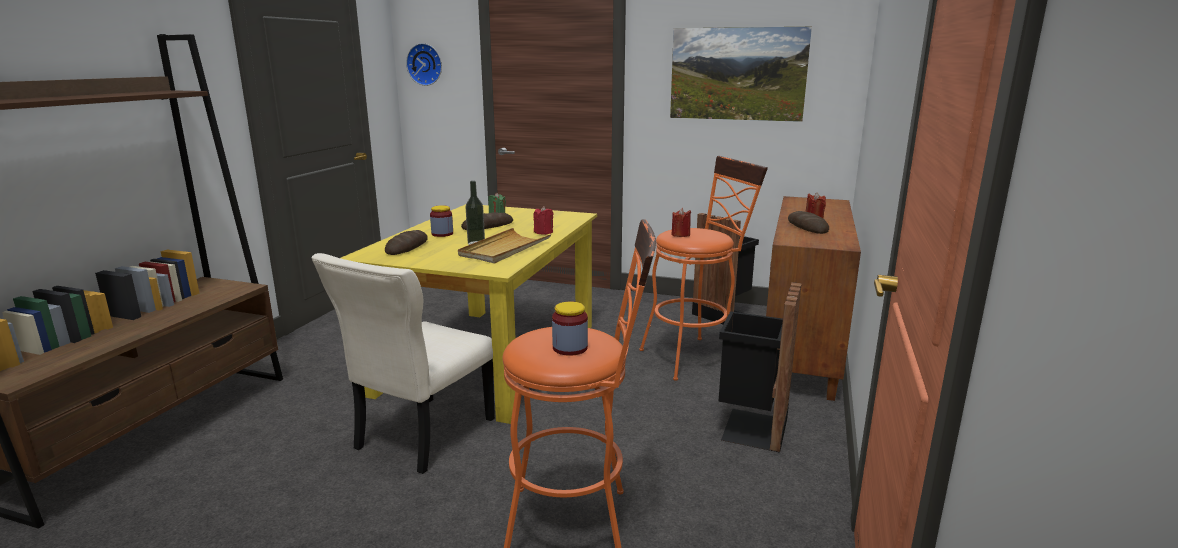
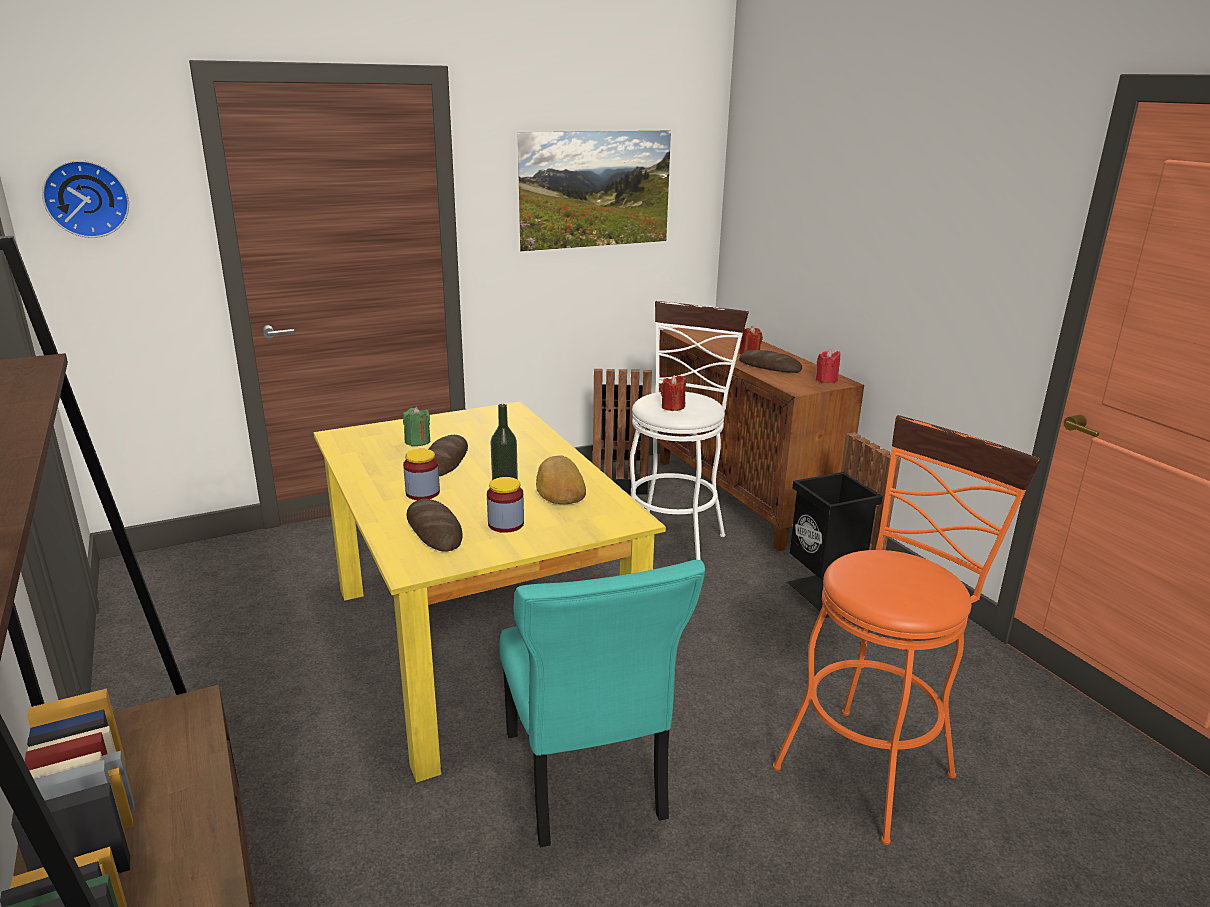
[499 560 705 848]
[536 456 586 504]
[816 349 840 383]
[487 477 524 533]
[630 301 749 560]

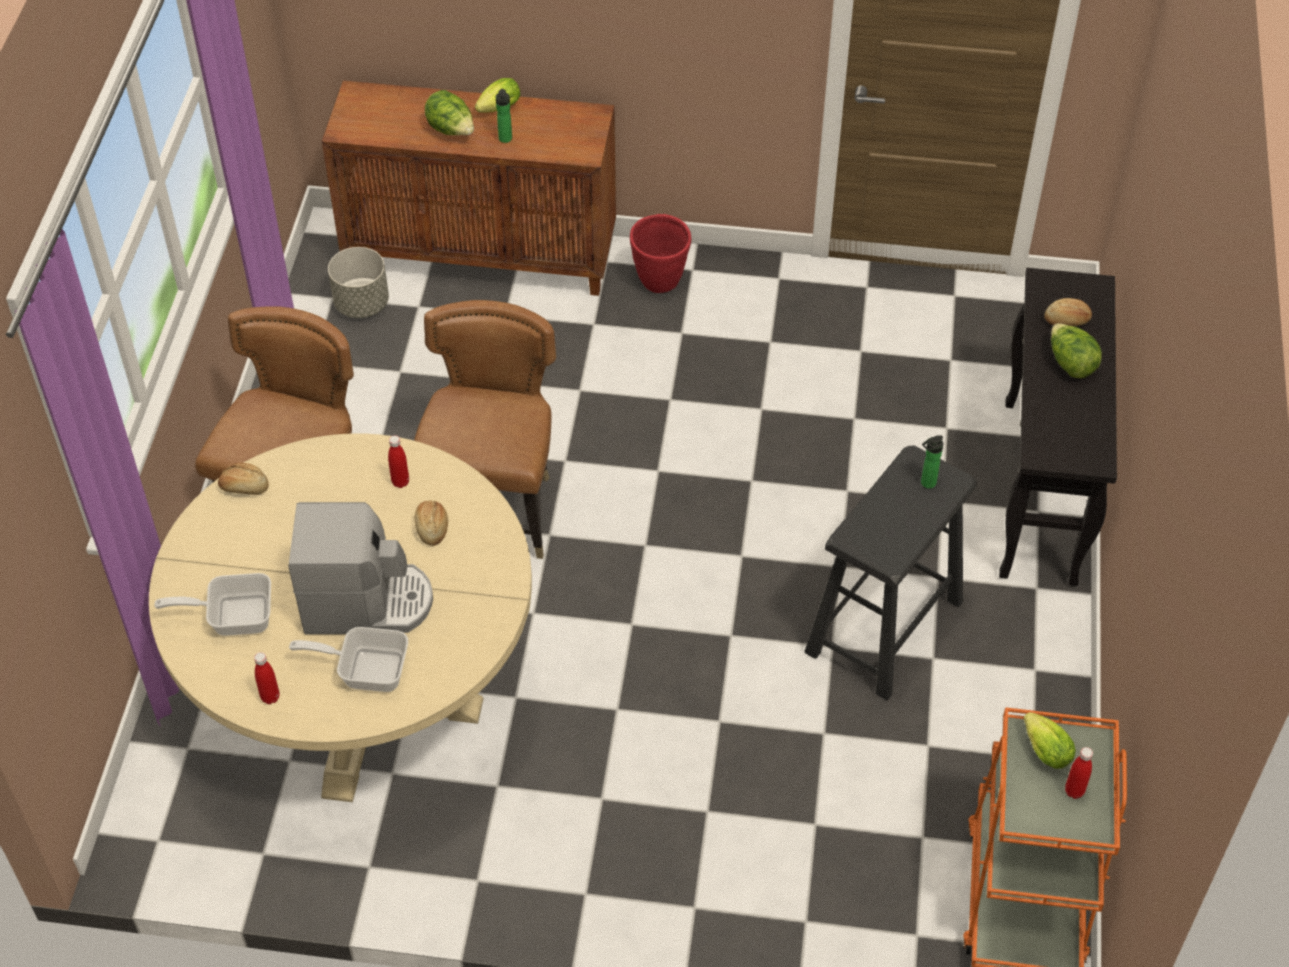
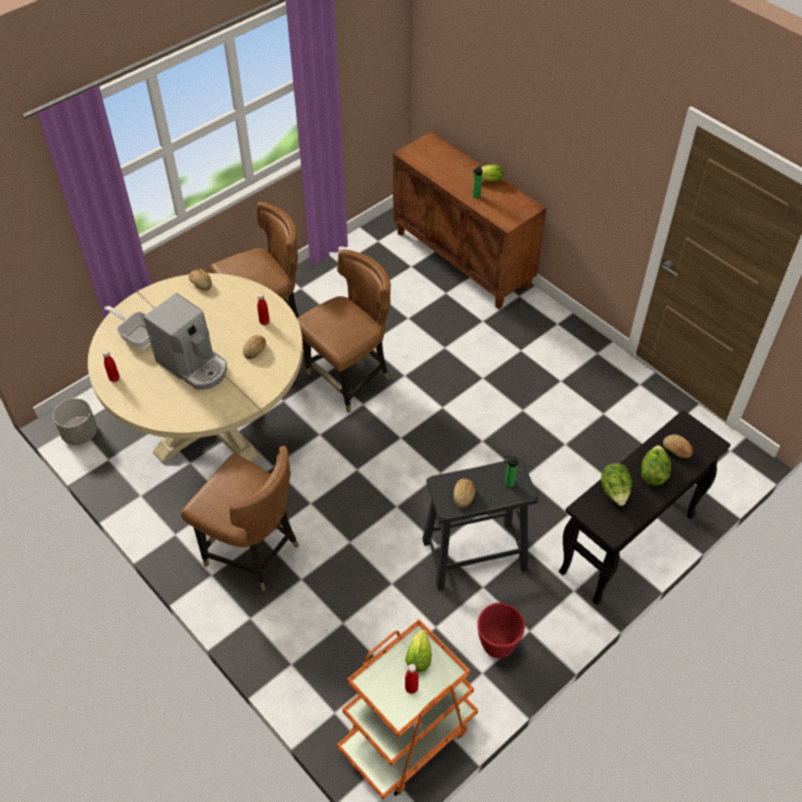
[289 627 408 692] (first image)
[53 398 97 445]
[601 463 632 506]
[477 603 525 659]
[181 446 299 591]
[454 478 475 508]

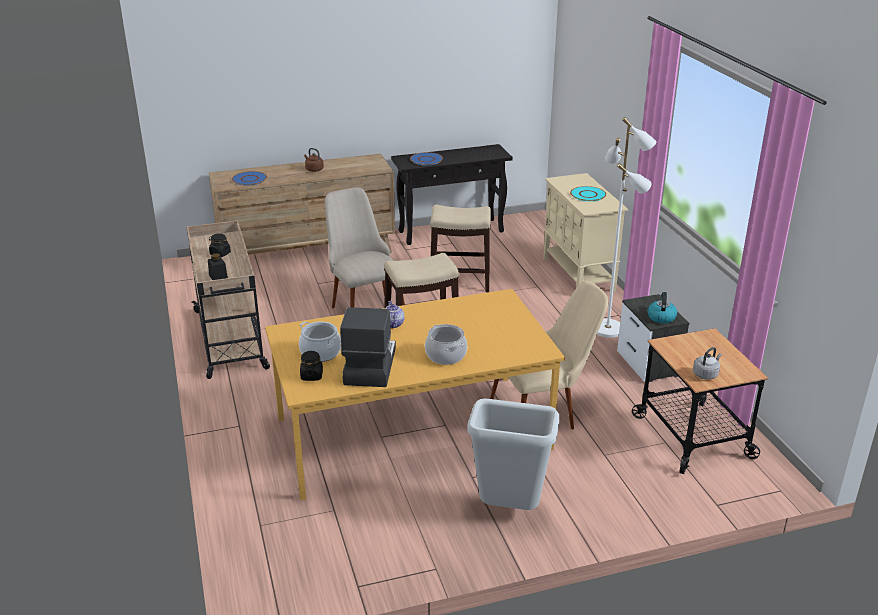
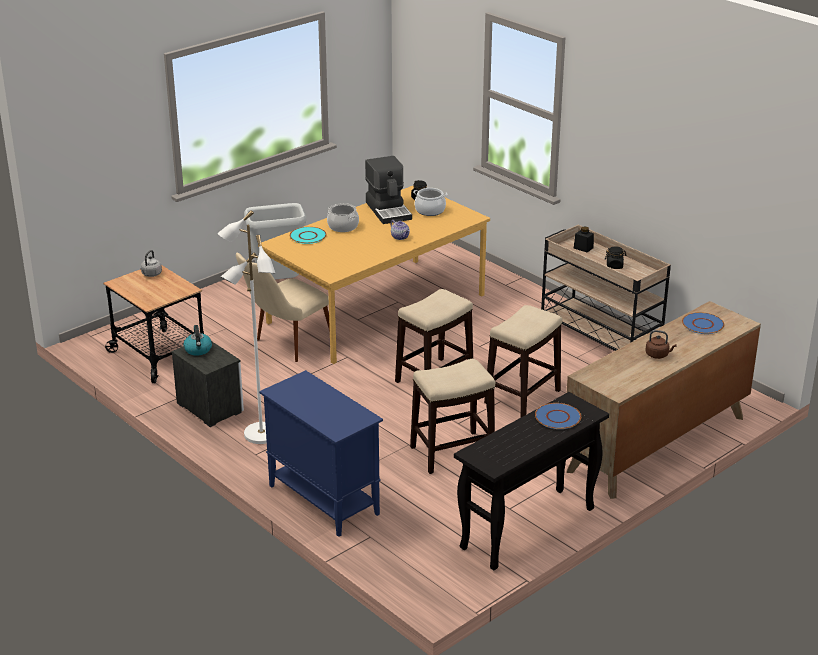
[484 305 562 418]
[259 370 383 537]
[290 227 327 244]

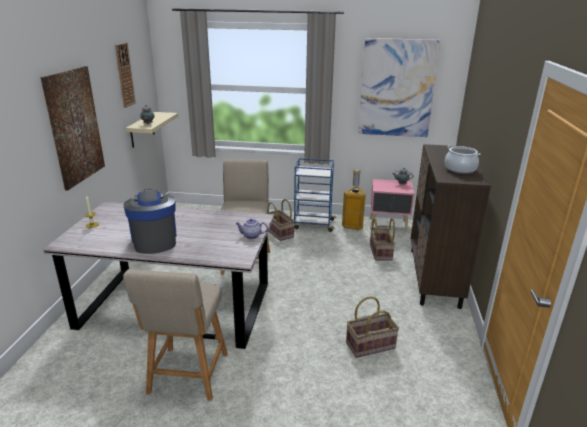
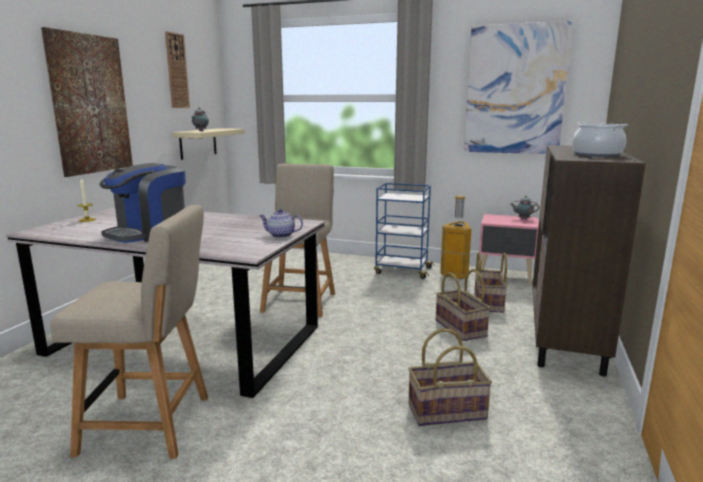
[50 205 208 459]
[99 163 186 243]
[436 269 491 341]

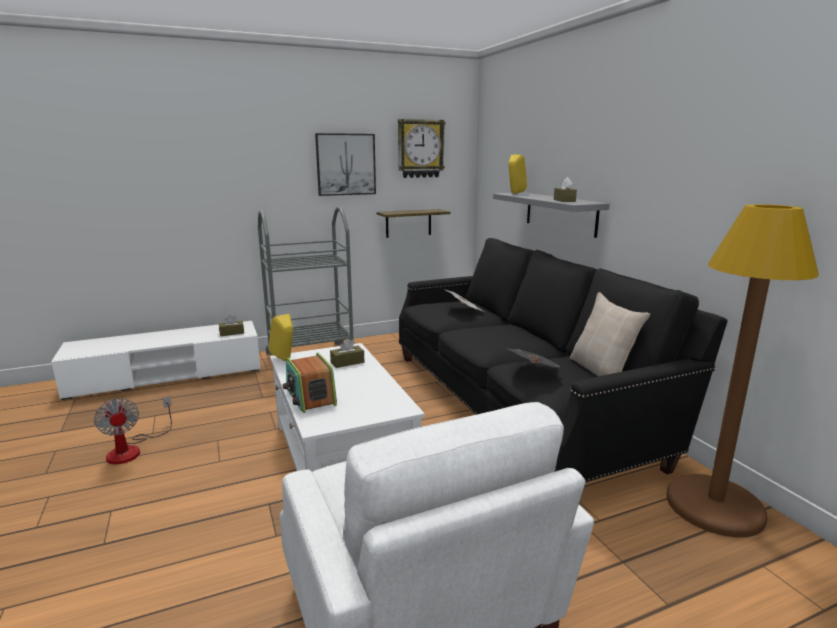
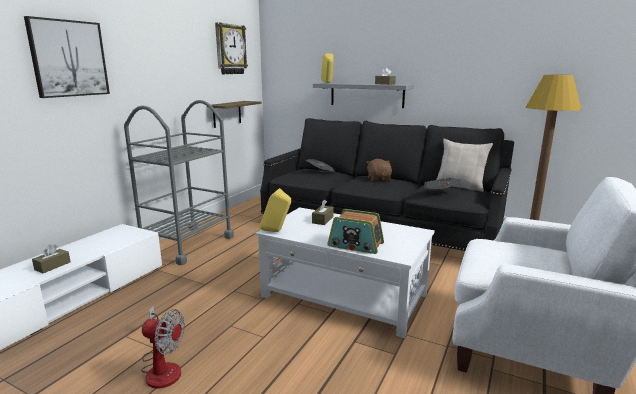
[32 244 71 273]
[24 16 110 98]
[366 159 392 182]

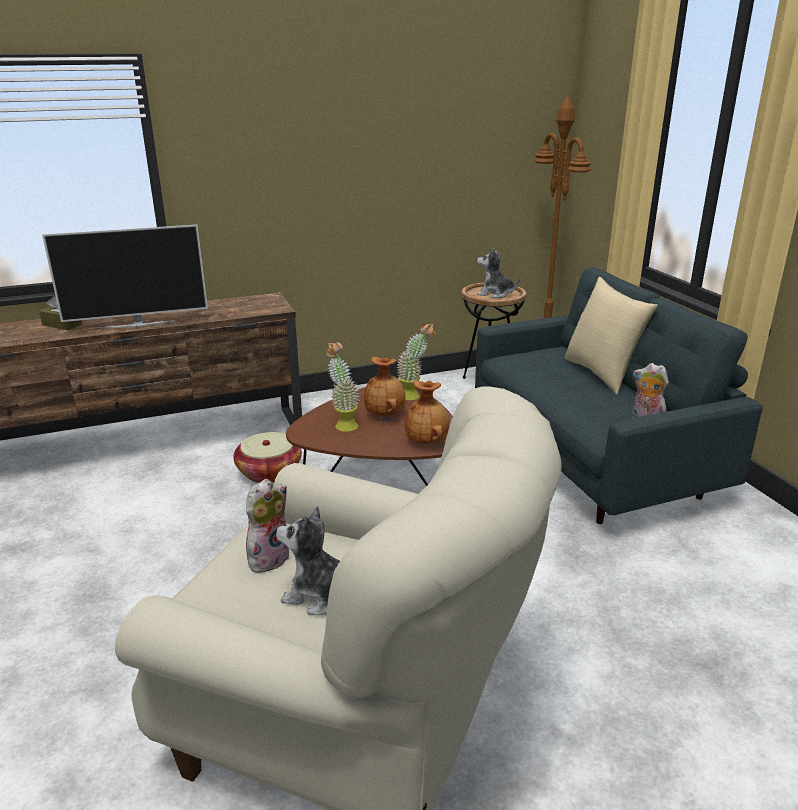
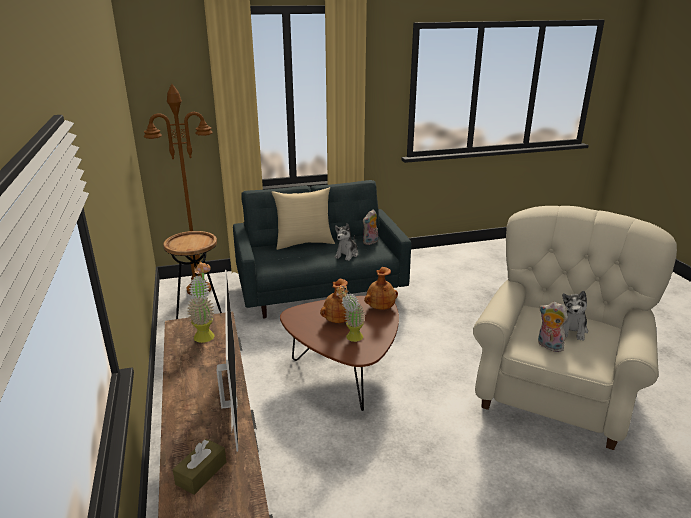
[233 432 302 483] (first image)
[188 261 215 343]
[335 223 358 261]

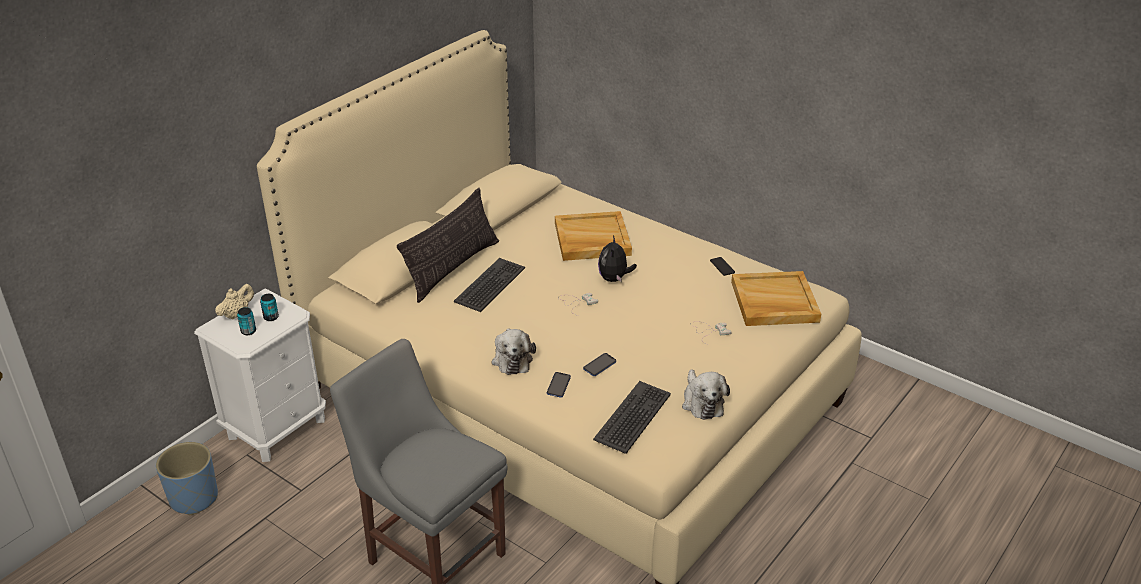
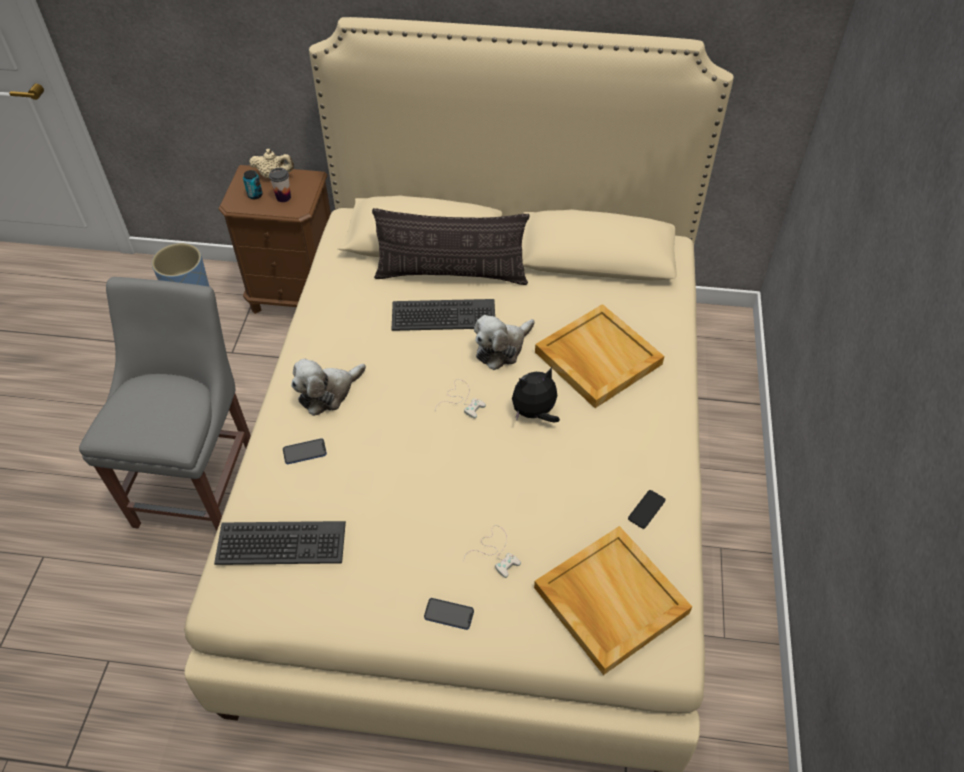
[219 165 331 314]
[269 168 291 202]
[424 598 474 630]
[474 315 535 370]

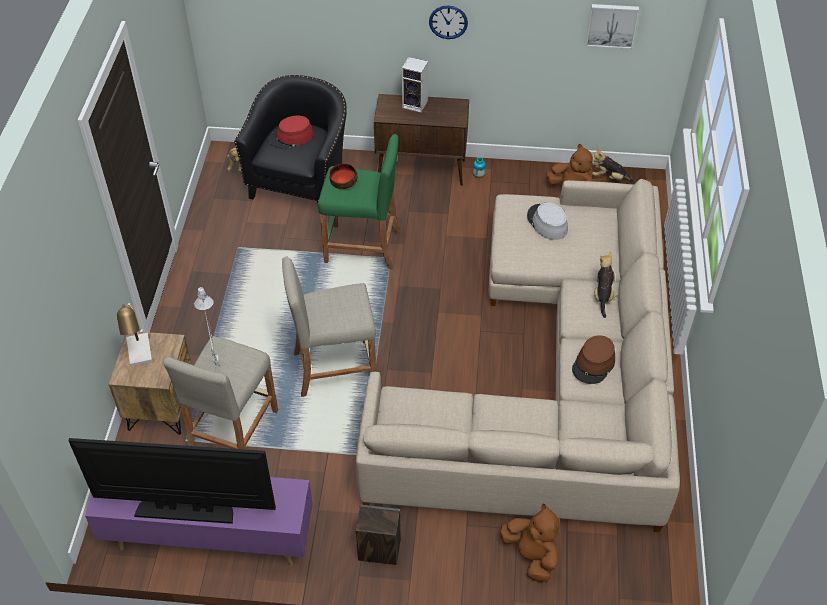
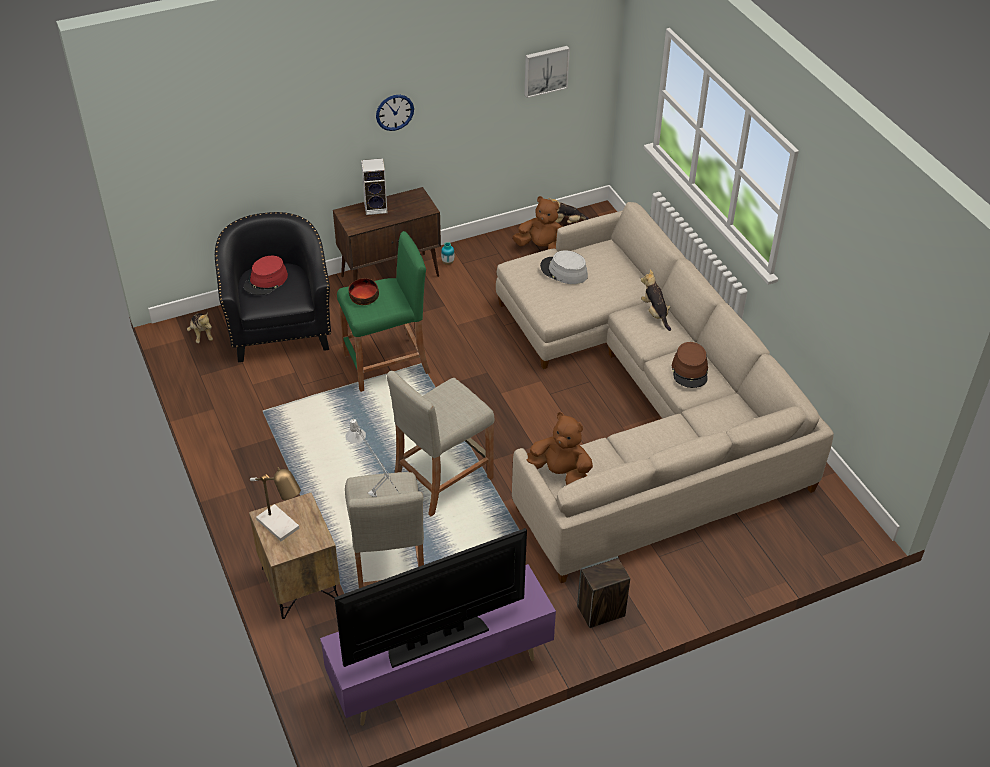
[527 412 593 485]

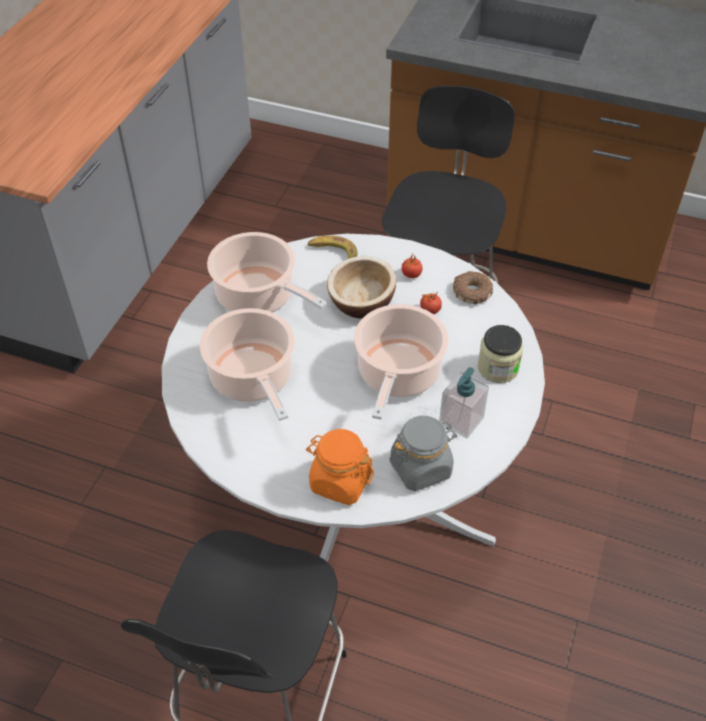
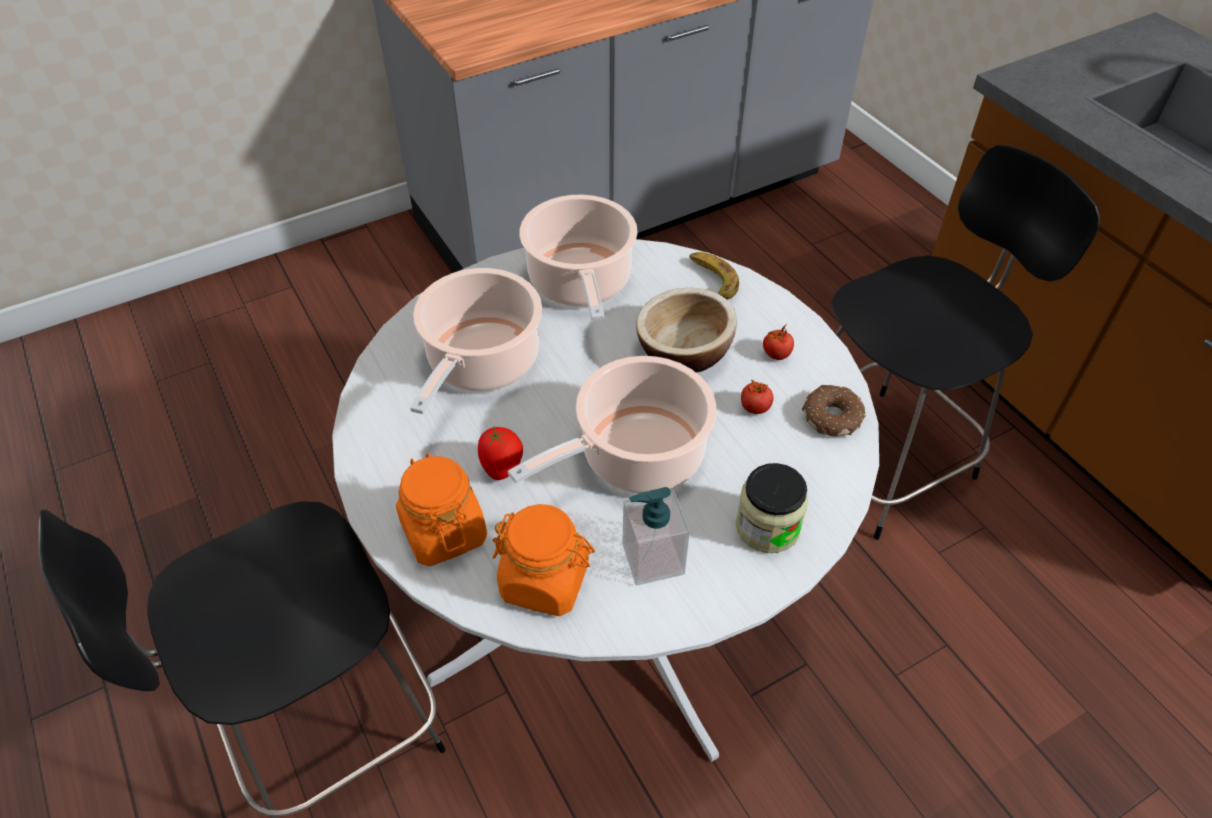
[493 504 595 616]
[478 425 523 480]

